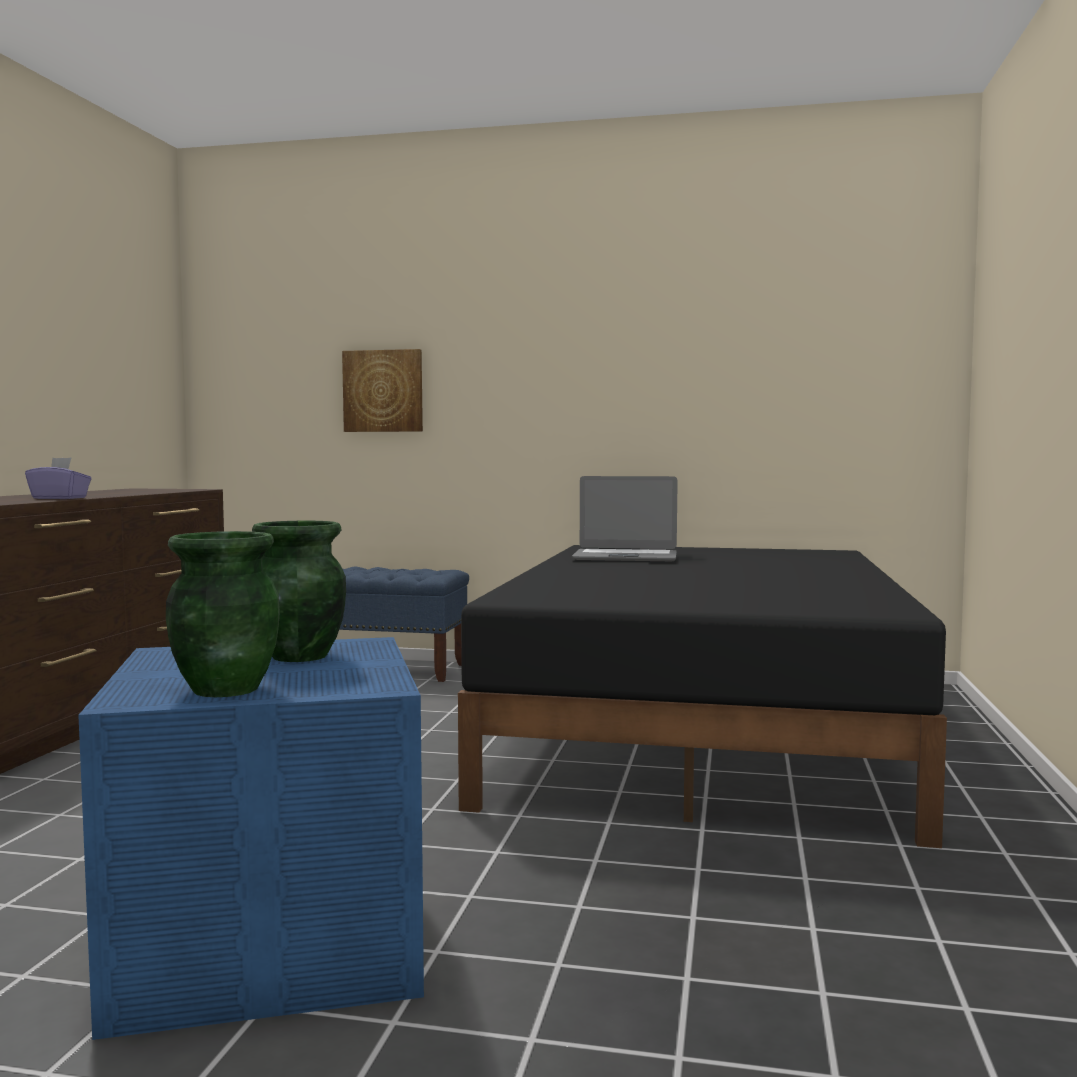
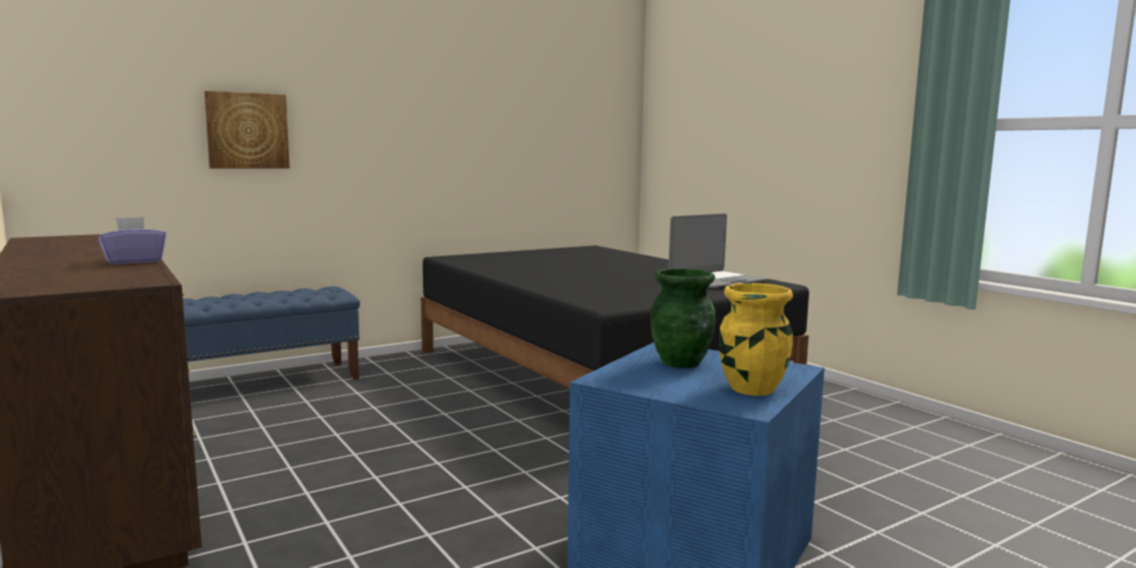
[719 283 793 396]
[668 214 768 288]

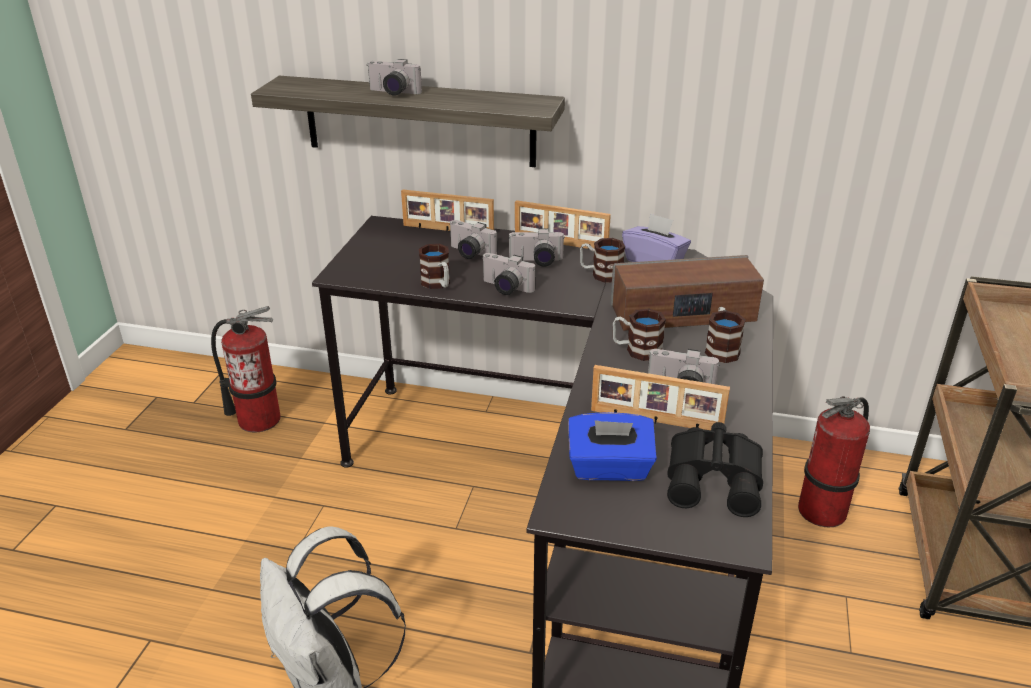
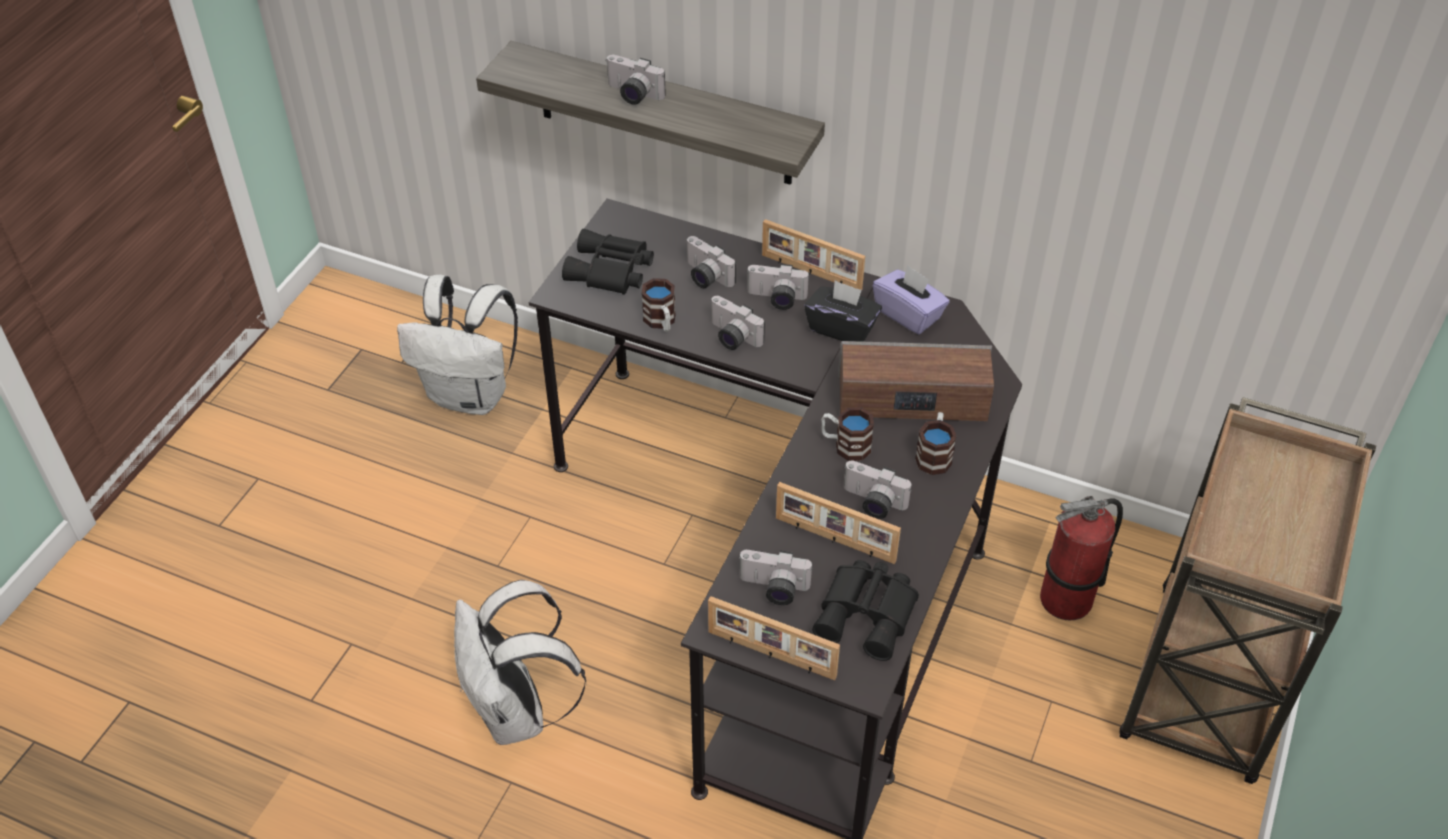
[397 275 518 415]
[708 596 840 680]
[738 550 813 605]
[804 280 882 342]
[562 229 654 295]

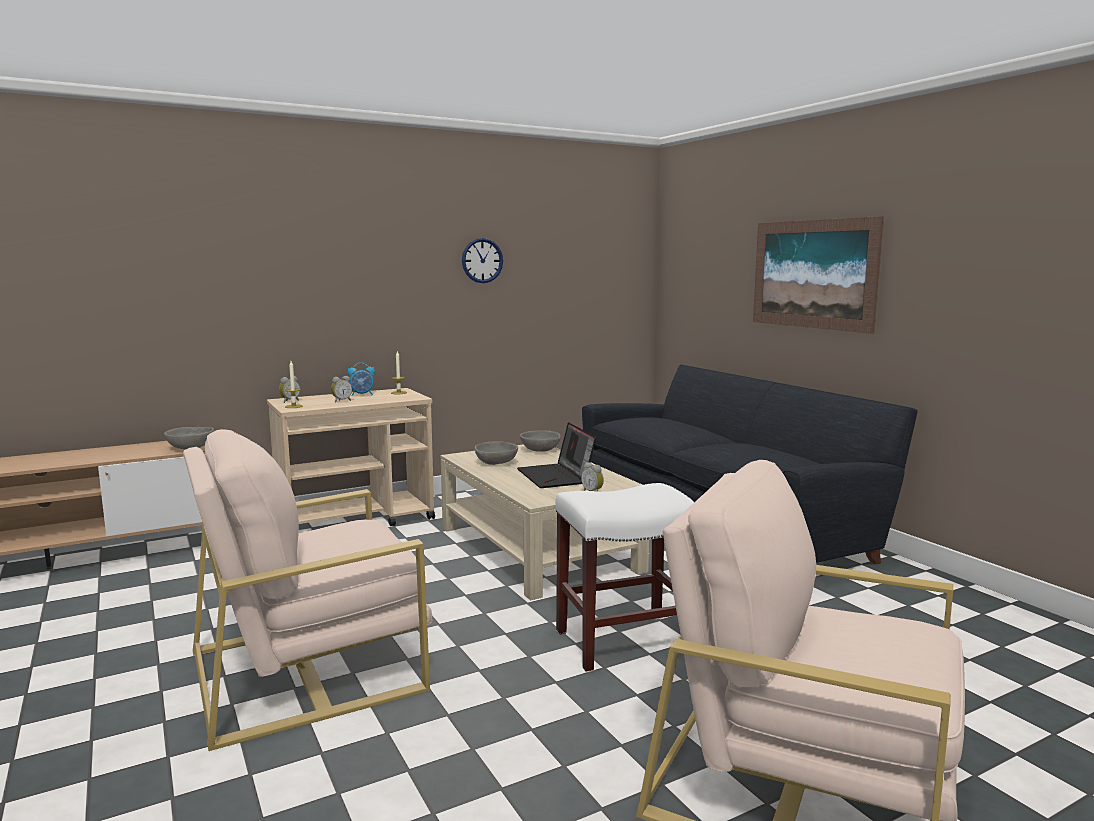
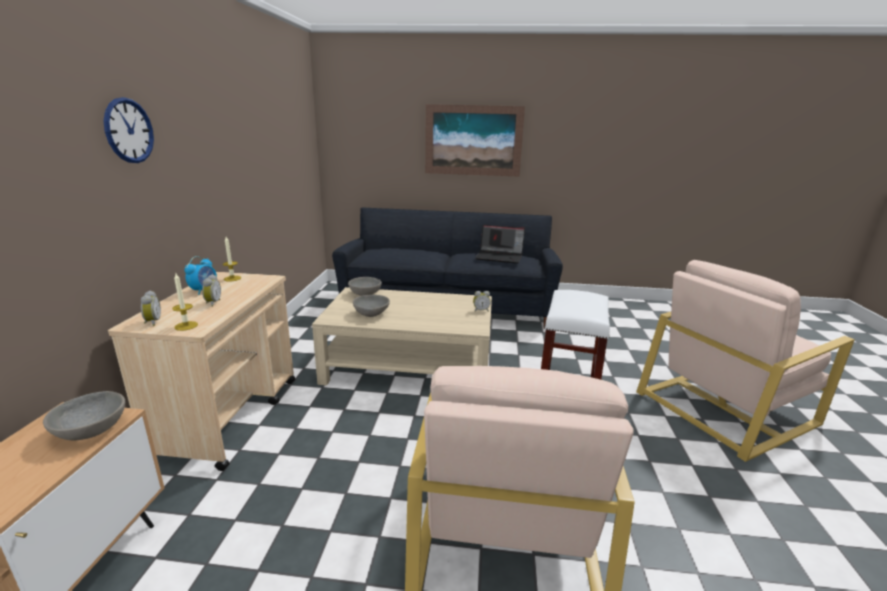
[104 97 154 163]
[475 224 525 264]

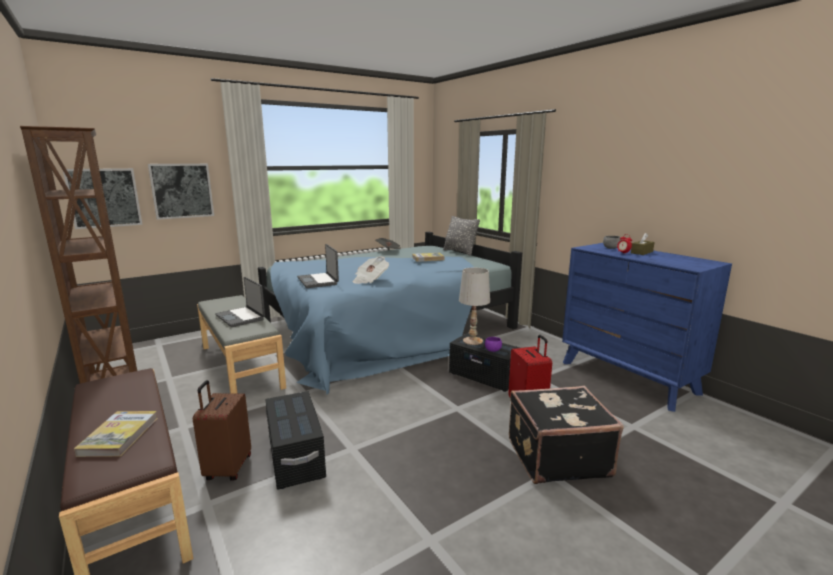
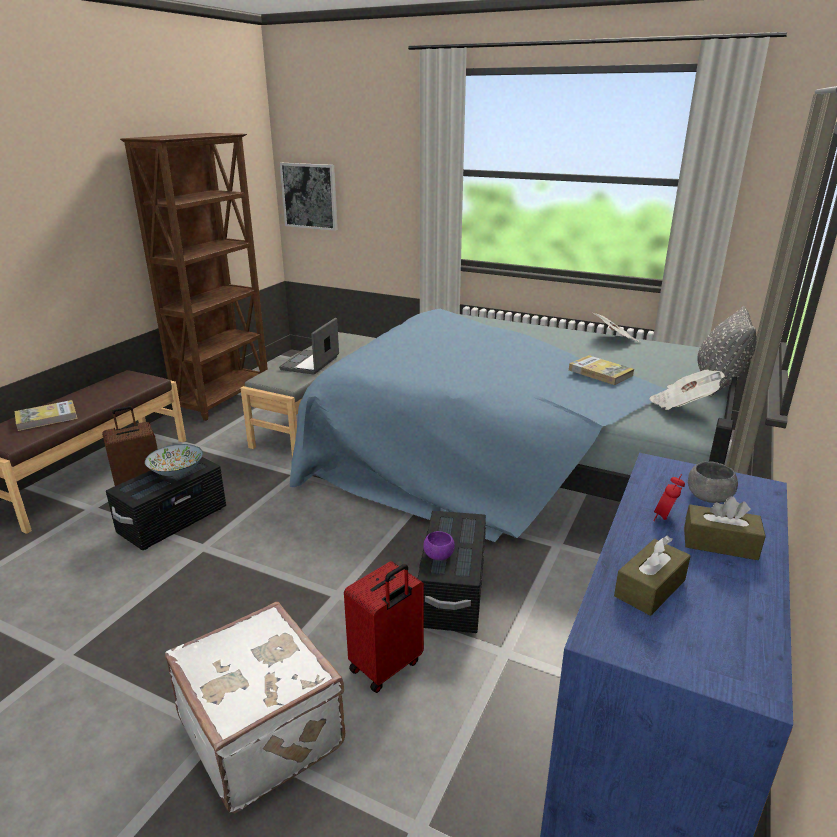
[148 164 214 220] (first image)
[297 244 339 288] (first image)
[650 370 725 410]
[459 268 490 345] (first image)
[165 602 345 813]
[145 444 203 477]
[614 536 691 616]

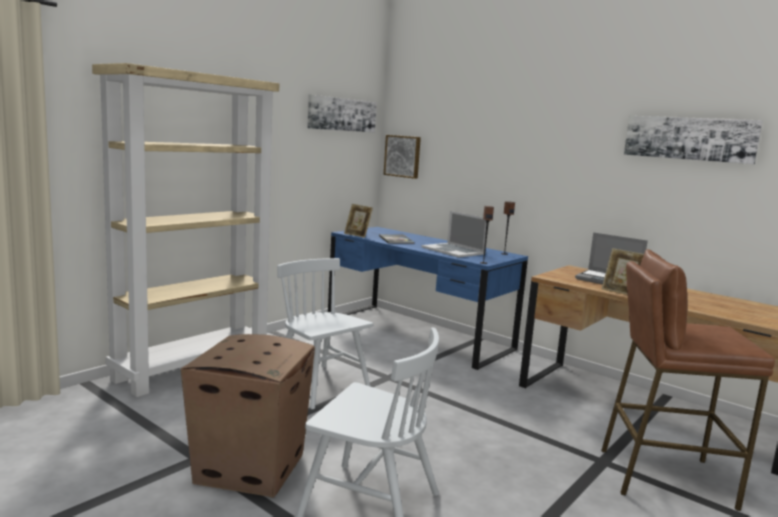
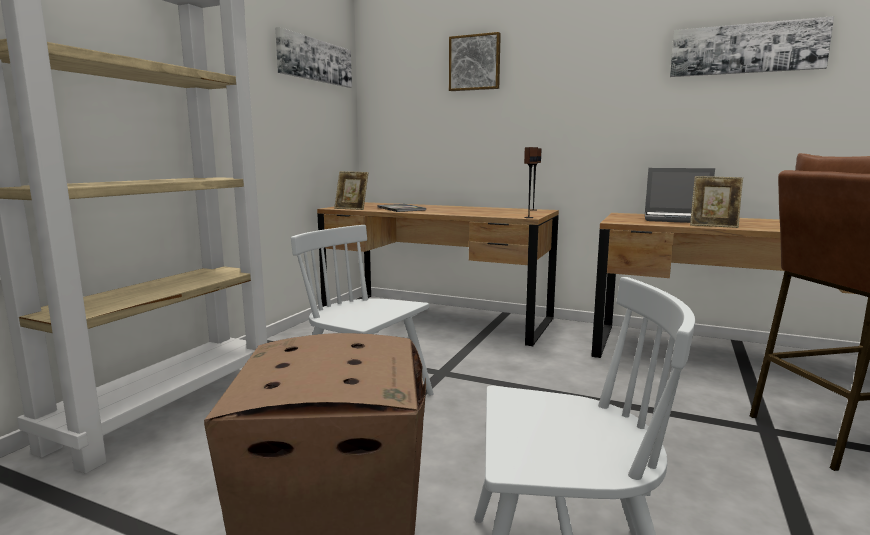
[317 202 559 346]
[449 32 501 91]
[421 211 486 258] (first image)

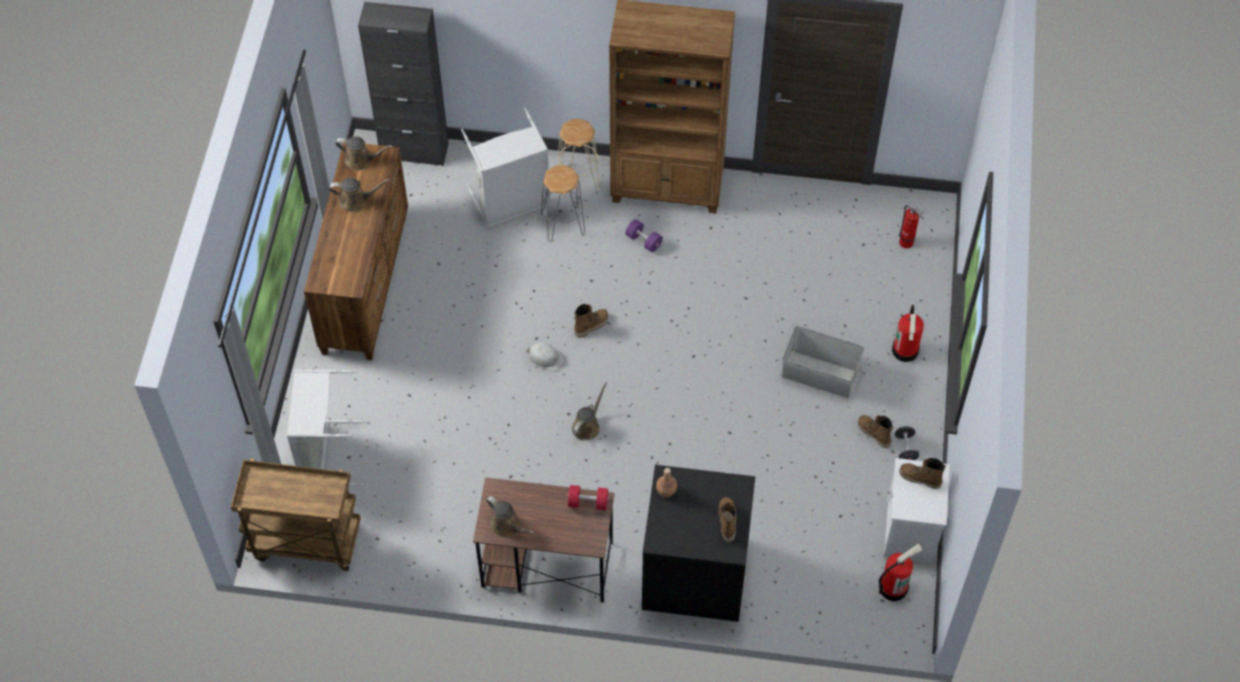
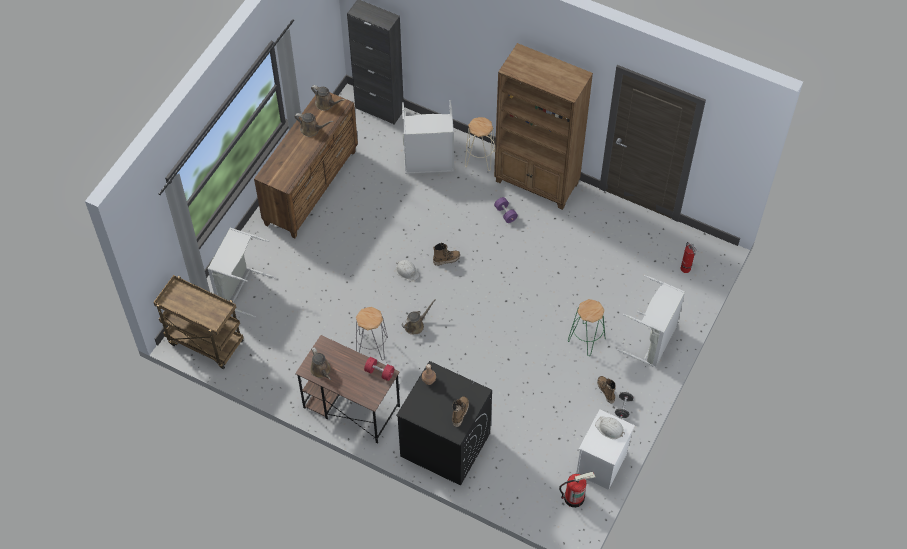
[356 307 388 361]
[568 299 606 356]
[617 275 685 368]
[595 417 625 439]

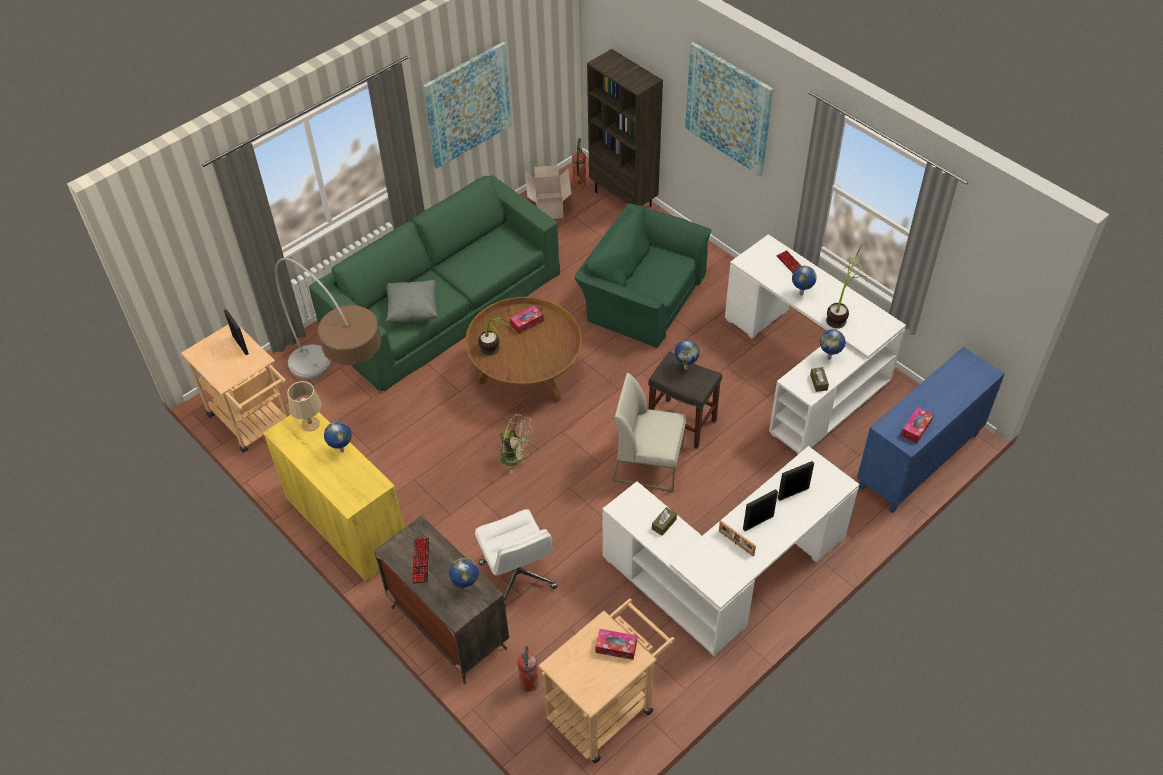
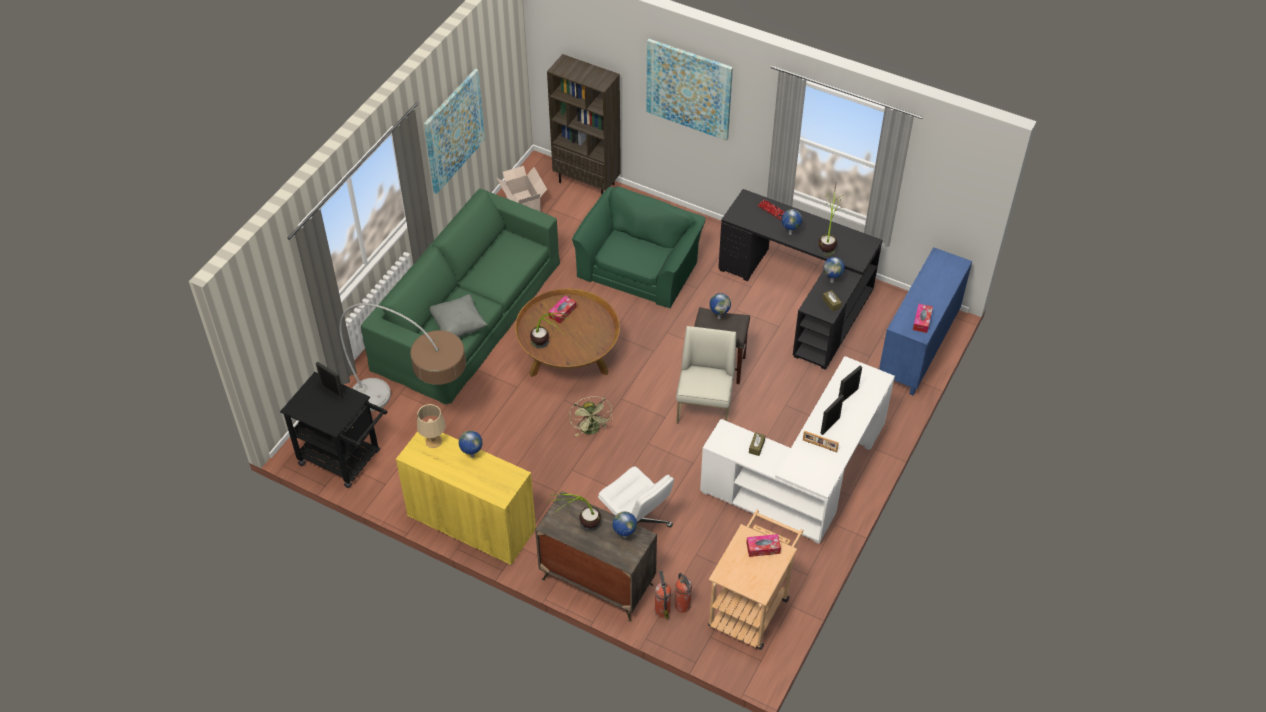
[280 372 387 488]
[549 492 601 532]
[569 396 613 436]
[655 571 671 619]
[572 187 705 308]
[676 326 736 424]
[718 189 882 370]

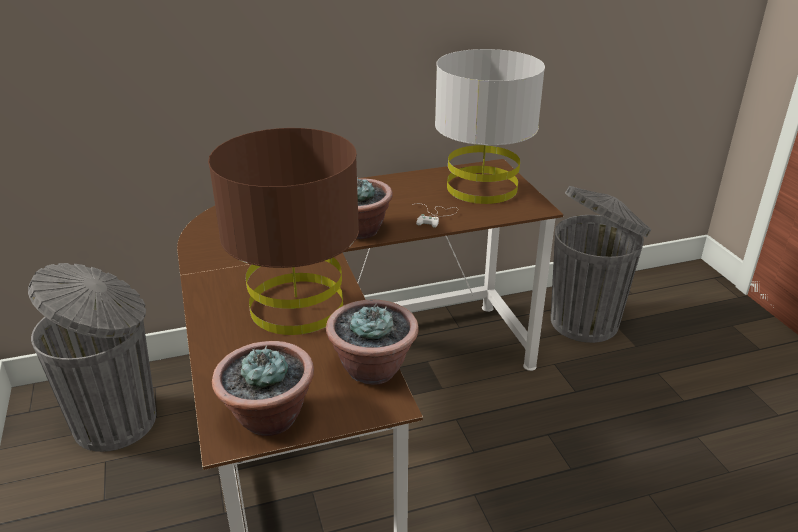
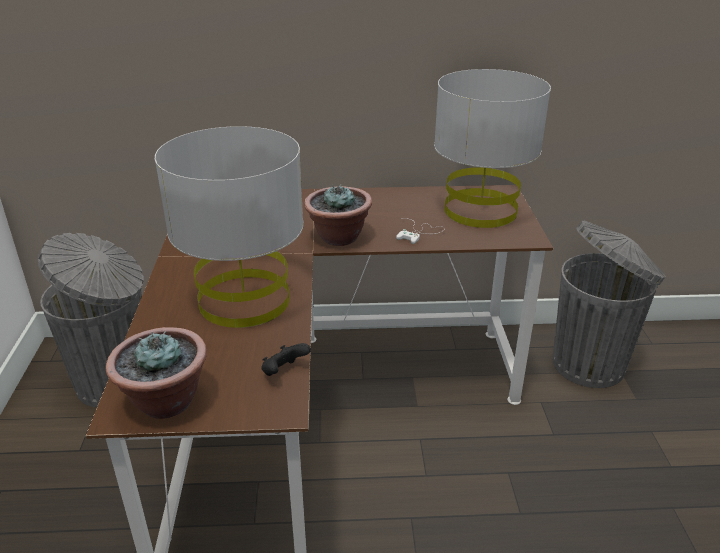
[155 126 304 328]
[261 343 311 376]

